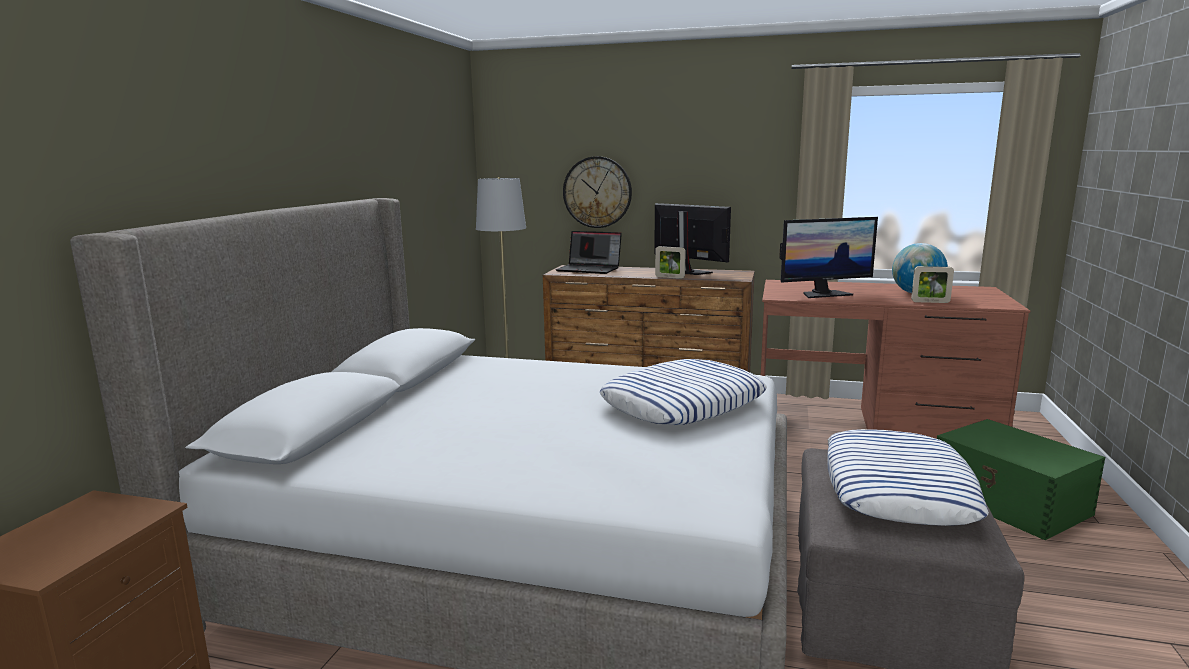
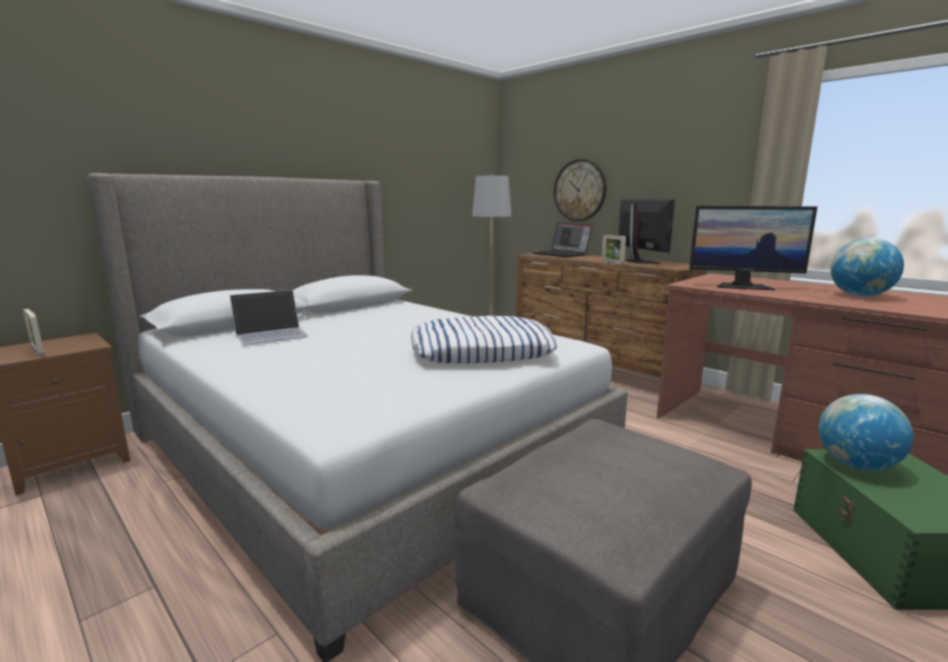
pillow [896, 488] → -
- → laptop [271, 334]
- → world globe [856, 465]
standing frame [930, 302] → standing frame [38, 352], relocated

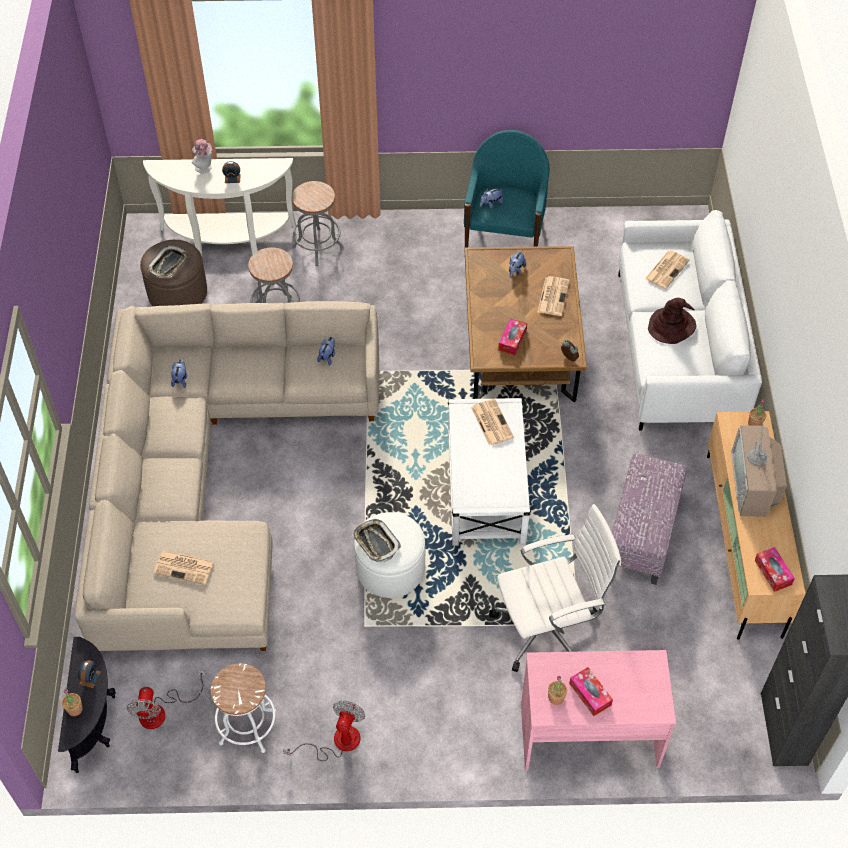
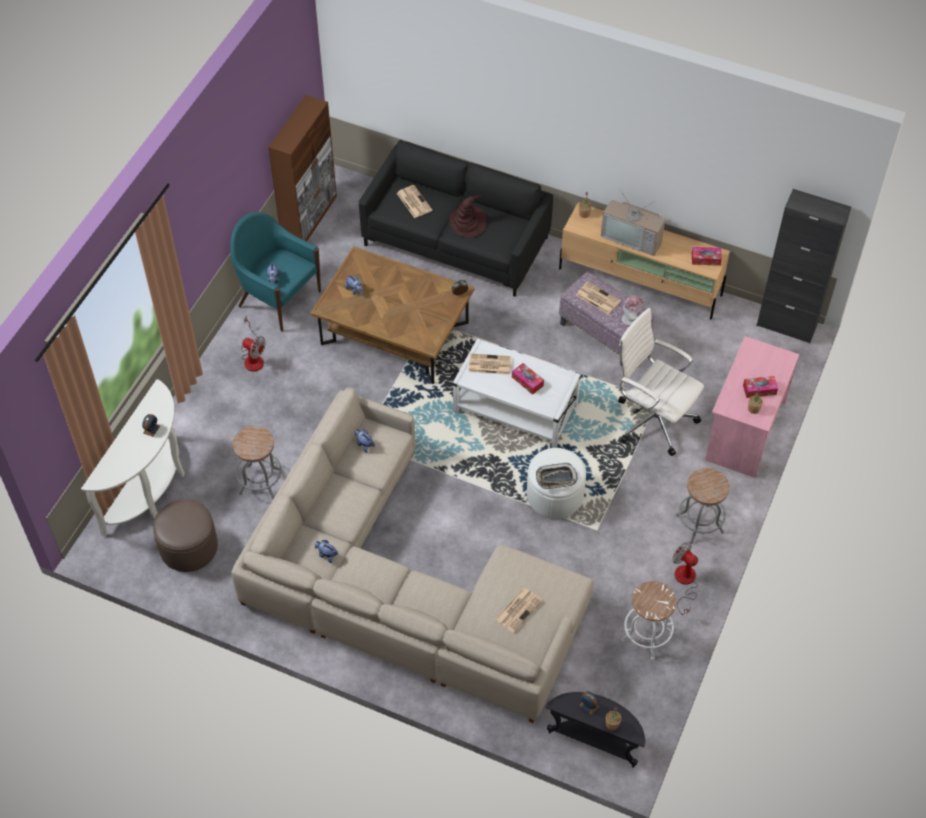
carrying tray [168, 264] → -
- → cabinet/brownish [309, 218]
fan [161, 711] → fan [253, 357], relocated
clothing hat [205, 168] → clothing hat [630, 318], relocated
stool/grey [318, 247] → stool/grey [699, 523], relocated
box of tissues [512, 340] → box of tissues [527, 381], relocated
newspaper [553, 296] → newspaper [597, 298], relocated
sofa/white [677, 349] → sofa/blackish [456, 242]
desk chair/white [548, 628] → desk chair/white [653, 419], 60 degrees counterclockwise

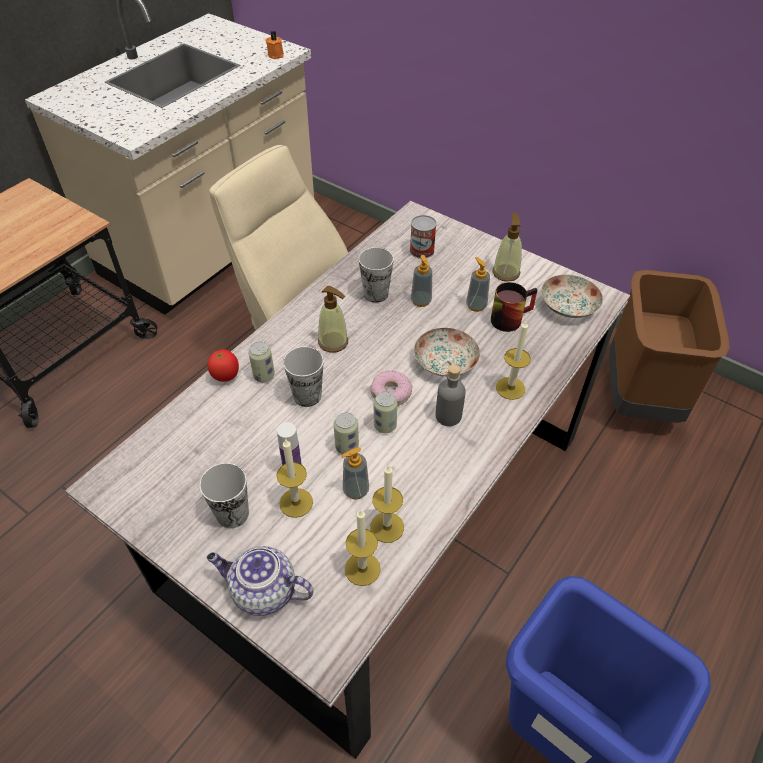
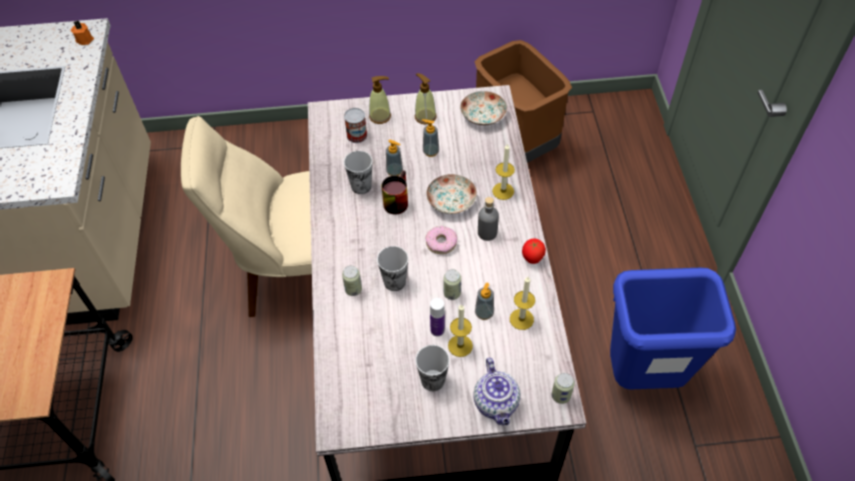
wax light [362, 569] → -
fresh tomato [226, 377] → fresh tomato [532, 259], relocated
soap dispenser [333, 342] → soap dispenser [380, 116], relocated
sealed can [385, 425] → sealed can [560, 396], relocated
mug [509, 317] → mug [395, 200], relocated
pot for tea [262, 591] → pot for tea [496, 404], 75 degrees counterclockwise

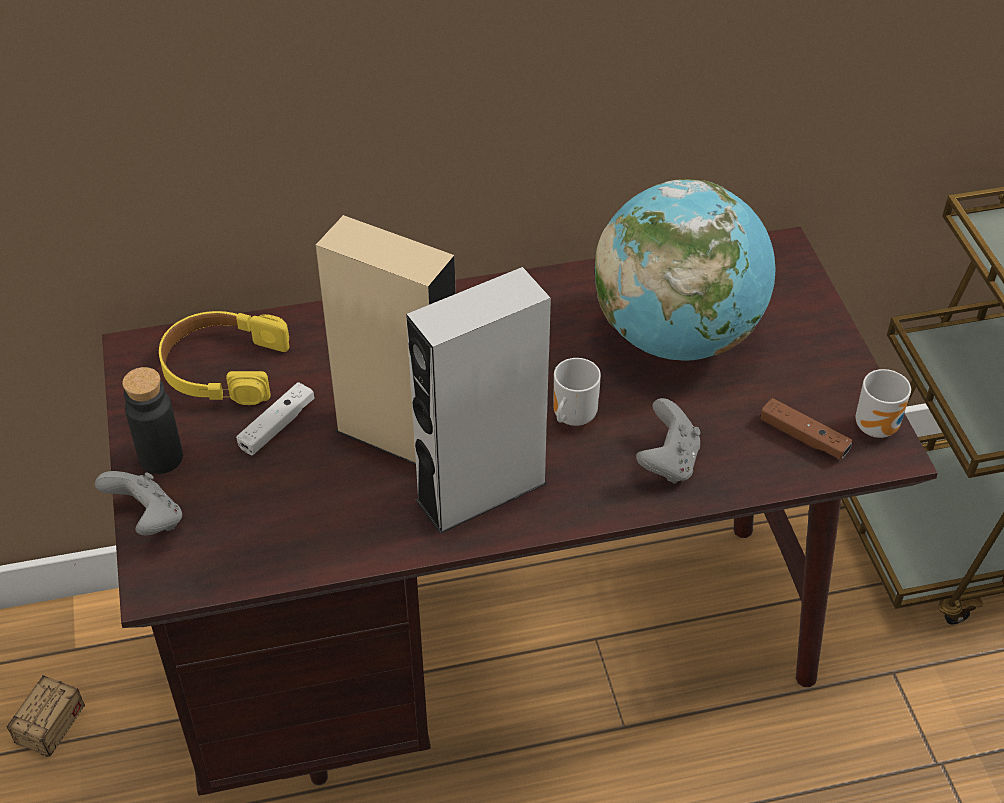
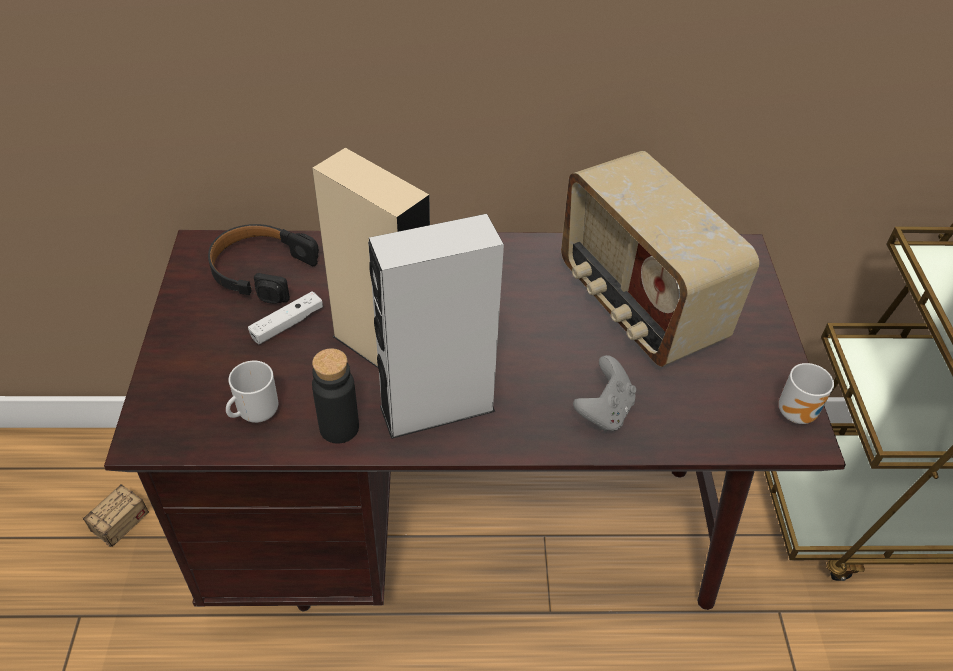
joypad/grey [147, 520] → -
joypad/brownish [803, 437] → -
bottle/blackish [161, 457] → bottle/blackish [339, 427], relocated
mug [571, 418] → mug [255, 413], relocated
world globe [677, 335] → radio [637, 306]
headphones/yellow-coloured [223, 368] → headphones/blackish [261, 270]

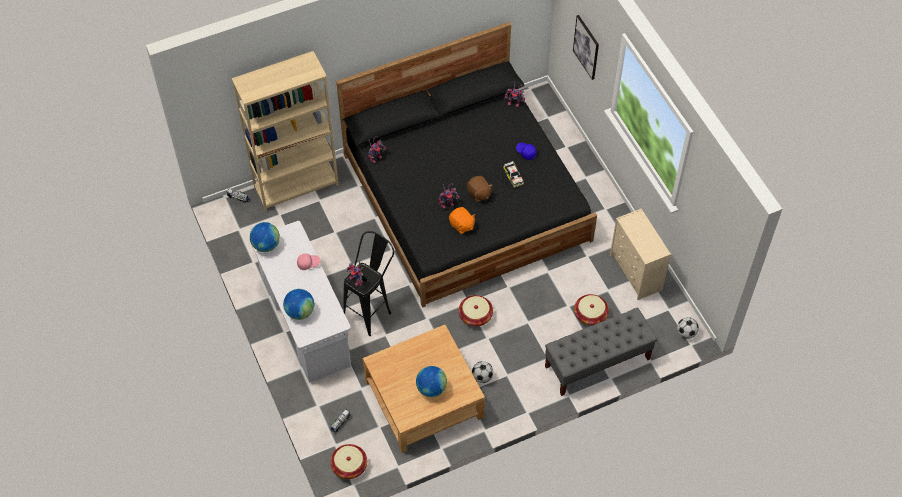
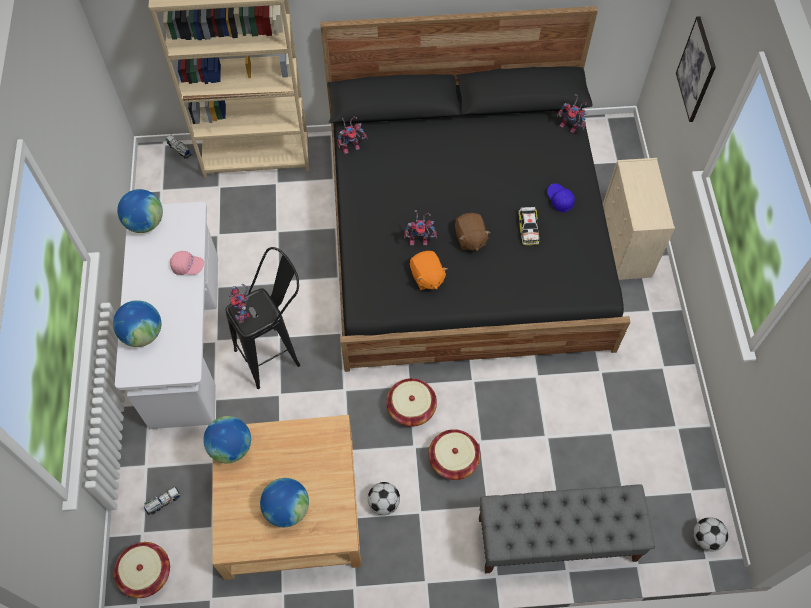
- → world globe [231, 447]
household basket [590, 315] → household basket [453, 459], relocated
chest of drawers/sand-coloured [636, 273] → chest of drawers/sand-coloured [625, 245], relocated

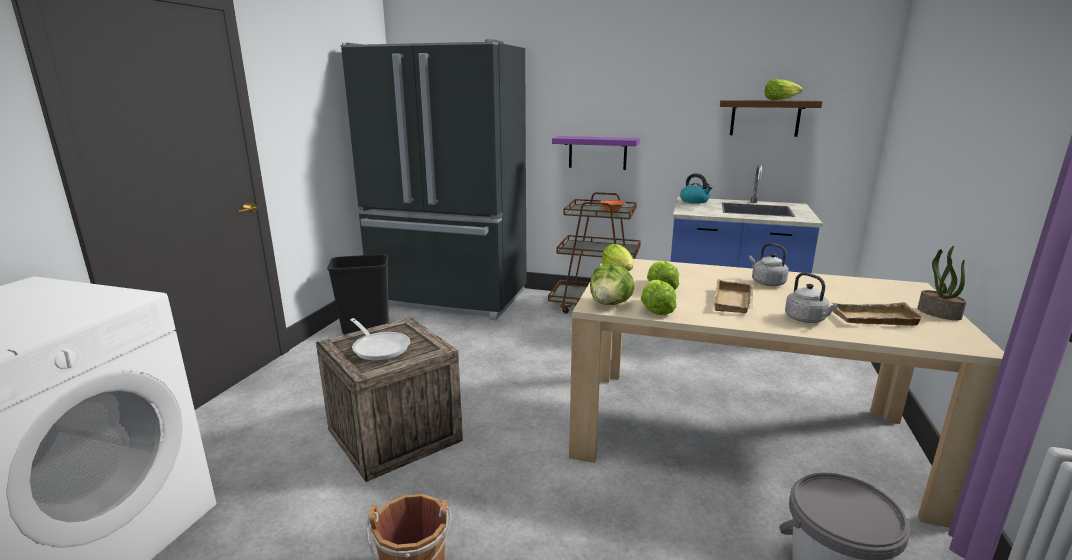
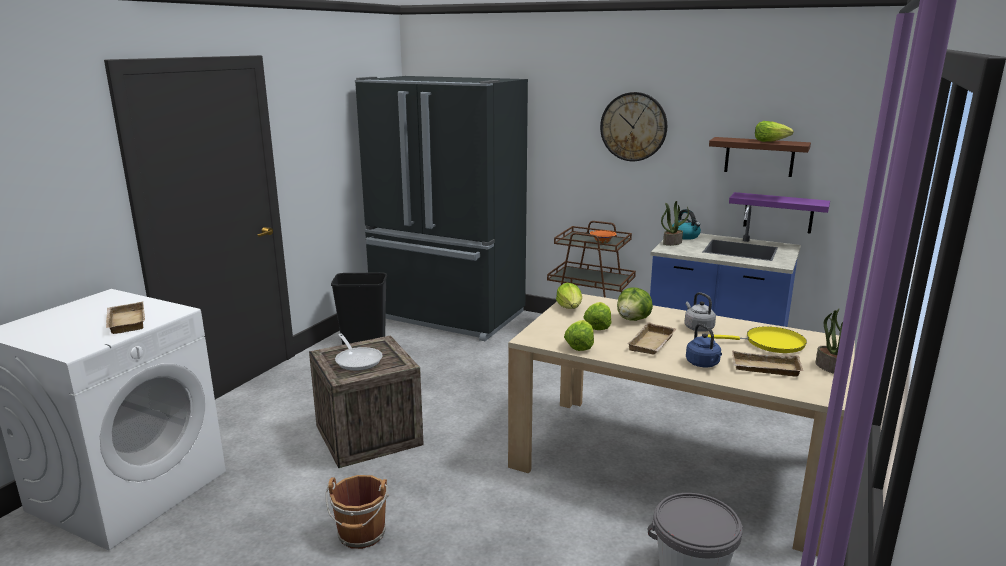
- → carrying tray/sand-coloured [124, 322]
- → clock on the wall [633, 126]
- → houseplant [672, 243]
- → skillet/yellow-coloured [770, 343]
wall shelf/purple-coloured [597, 152] → wall shelf/purple-coloured [778, 213], relocated
lettuce head [610, 304] → lettuce head [633, 319], relocated
tea kettle/grey [807, 320] → tea kettle/bluish [703, 364]

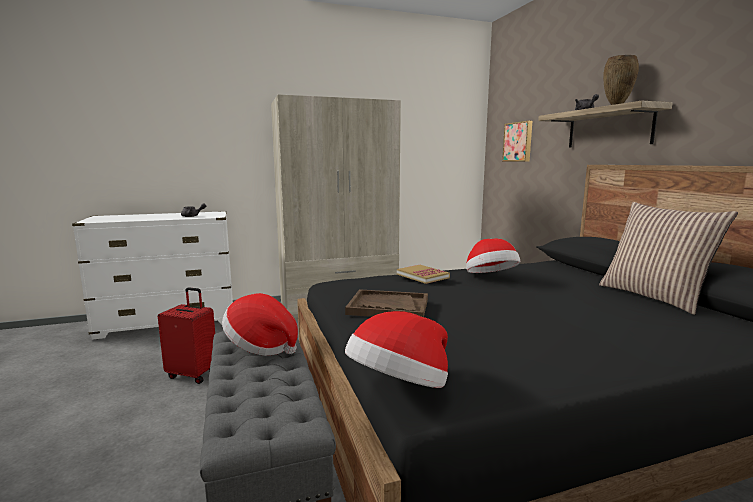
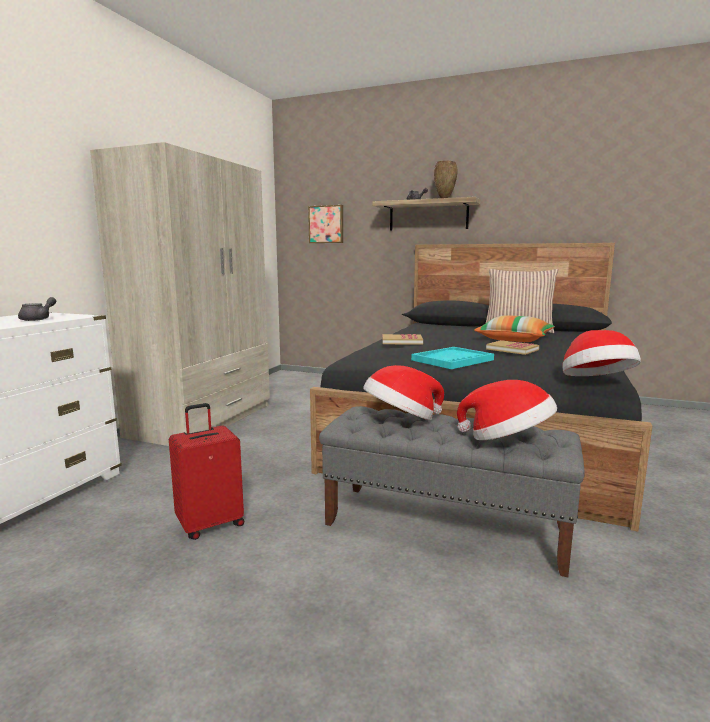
- → pillow [514, 340]
- → bound book [512, 349]
clothing hat [490, 278] → clothing hat [507, 440], relocated
carrying tray/brownish [388, 307] → carrying tray/turquoise-coloured [452, 360]

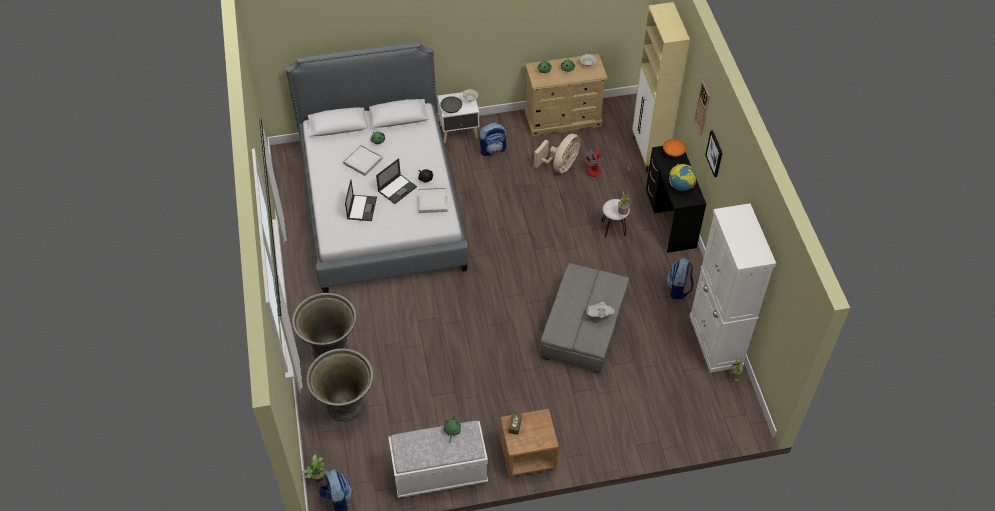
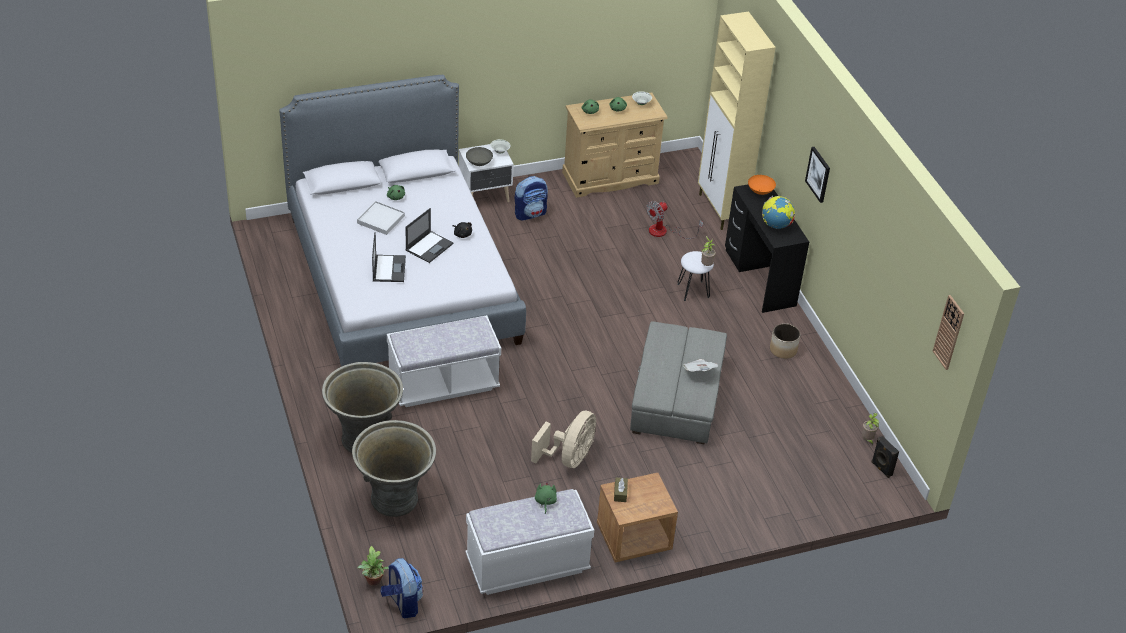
carrying tray/white [433, 201] → -
cabinet/white [715, 341] → -
- → long seat/white [443, 384]
- → audio speaker/blackish [881, 469]
fan/sand-coloured [560, 166] → fan/sand-coloured [569, 458], relocated
clock on the wall [702, 108] → clock on the wall [949, 332], relocated
knapsack [678, 289] → planter [783, 350]

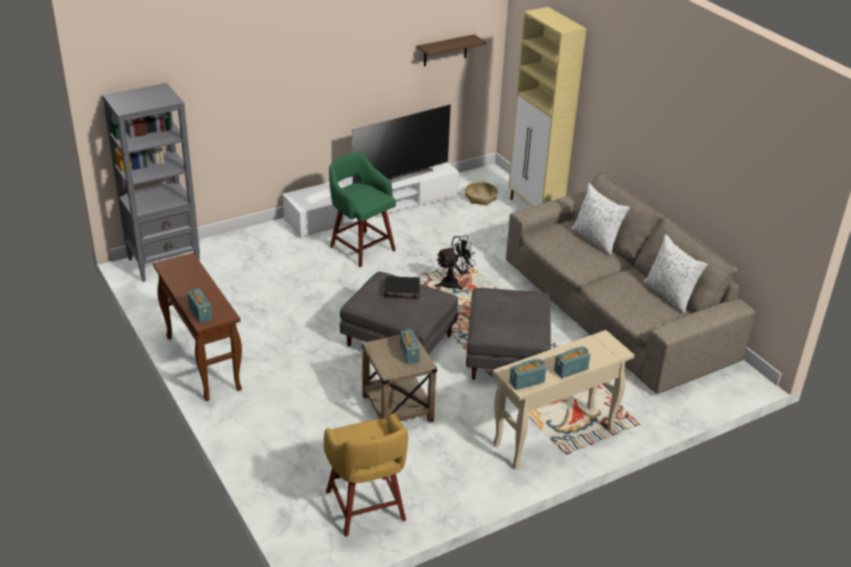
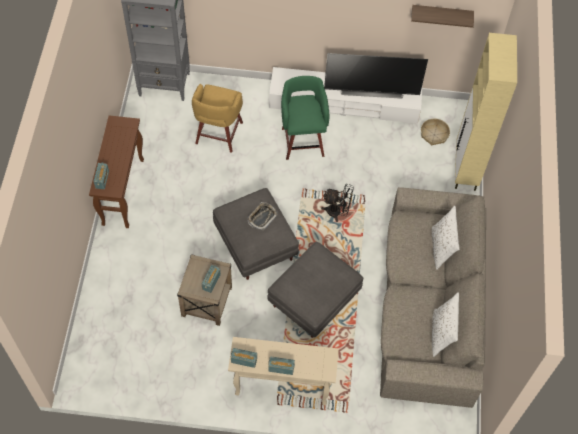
stool/yellow-coloured [366, 508] → stool/yellow-coloured [218, 134], relocated
bound book/blackish [402, 289] → carrying tray [262, 217]

